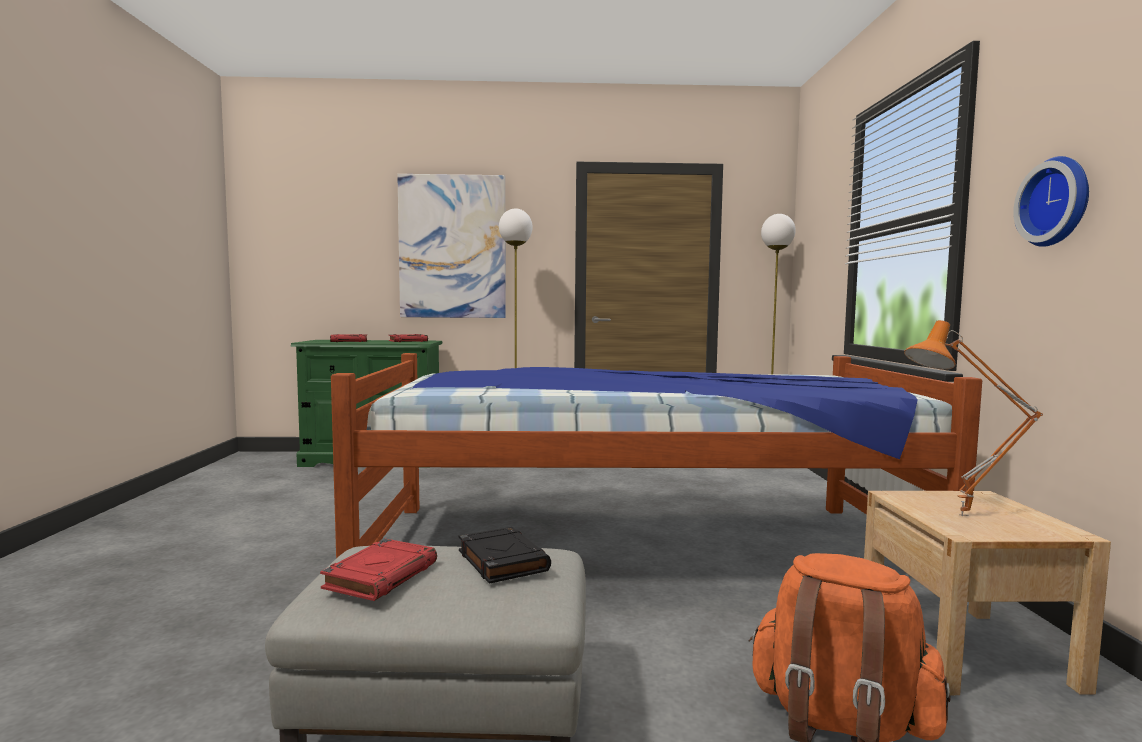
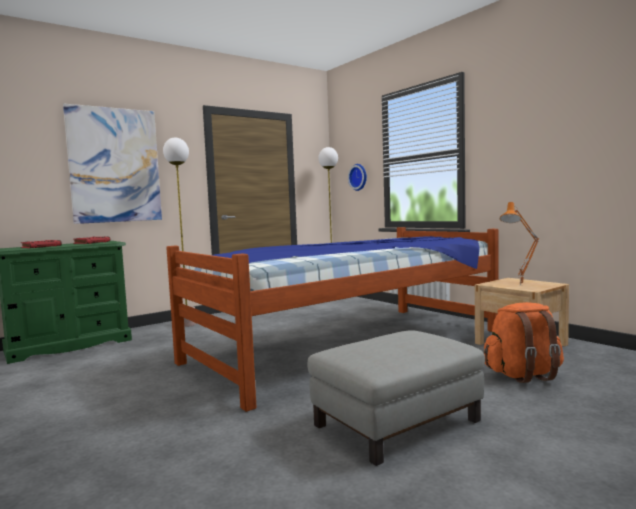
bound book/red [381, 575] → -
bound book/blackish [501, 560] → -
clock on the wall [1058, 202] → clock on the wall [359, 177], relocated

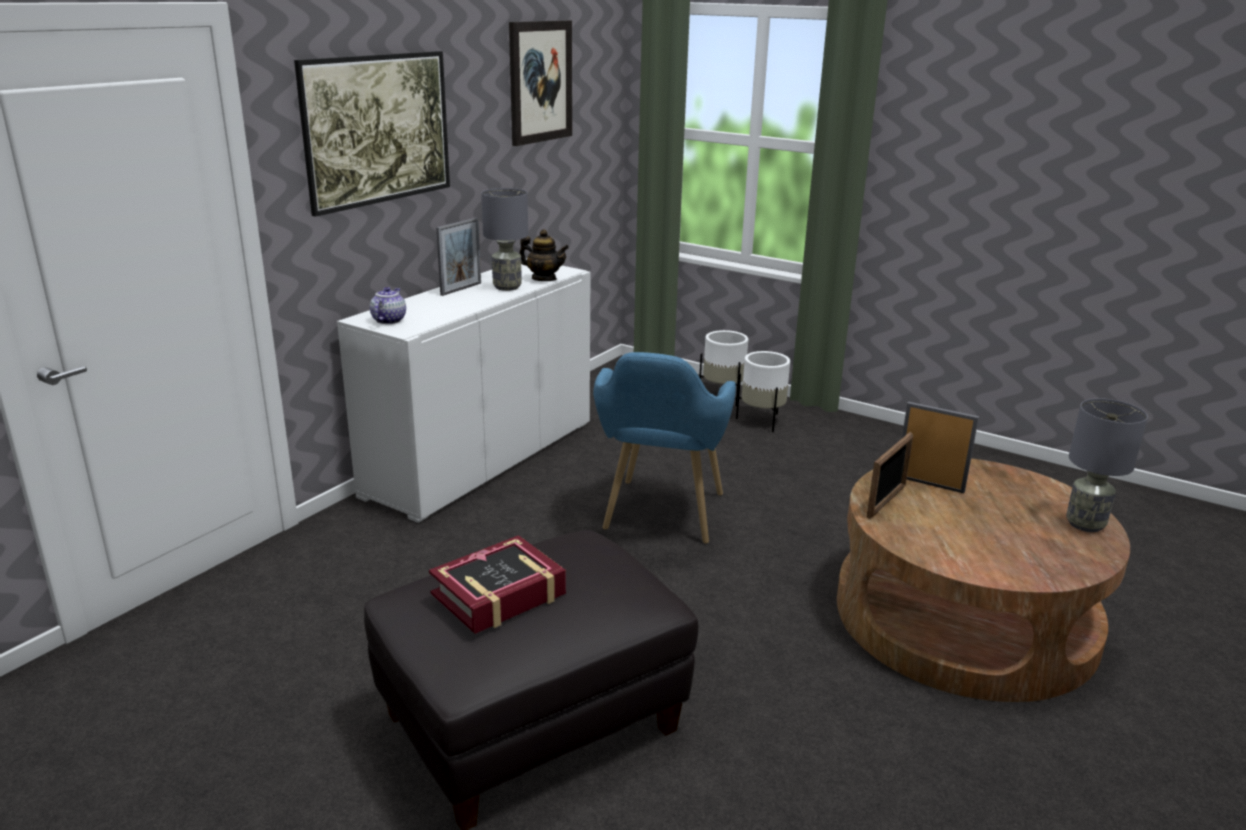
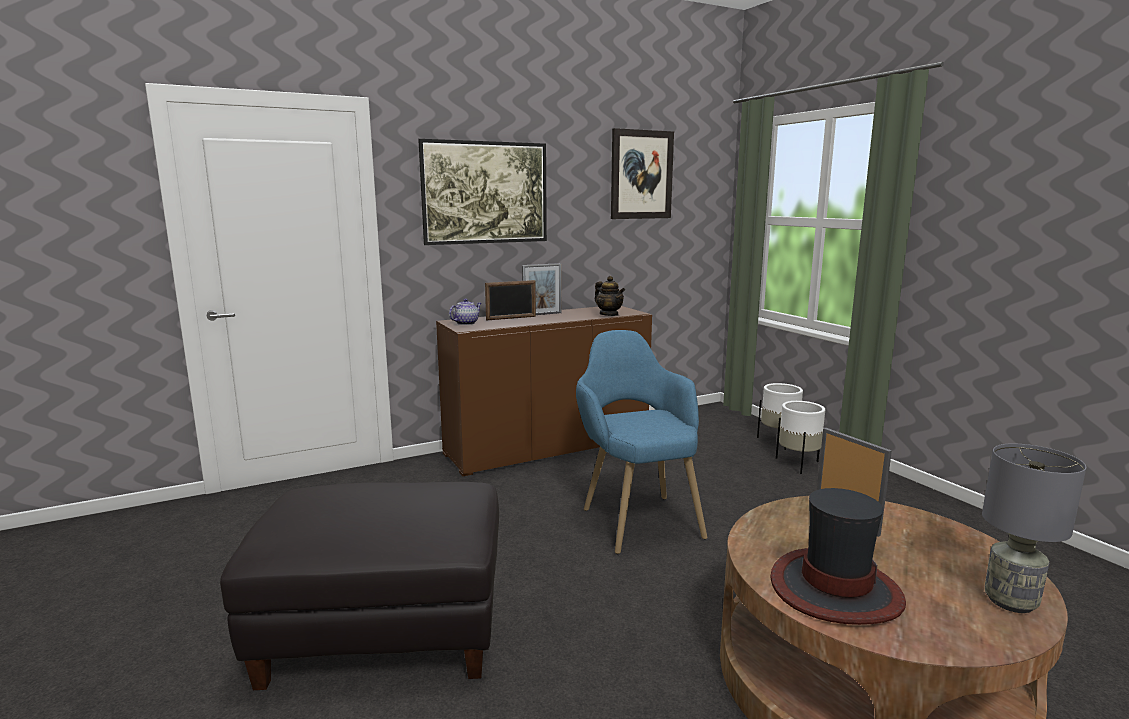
bound book [499, 595] → -
lamp for a table/grey [507, 287] → -
- → clothing hat [834, 589]
standing frame [886, 501] → standing frame [511, 318], relocated
cabinet/white [482, 458] → cabinet/brownish [547, 447]
lounge chair/bluish [660, 521] → lounge chair/bluish [635, 516], 120 degrees clockwise

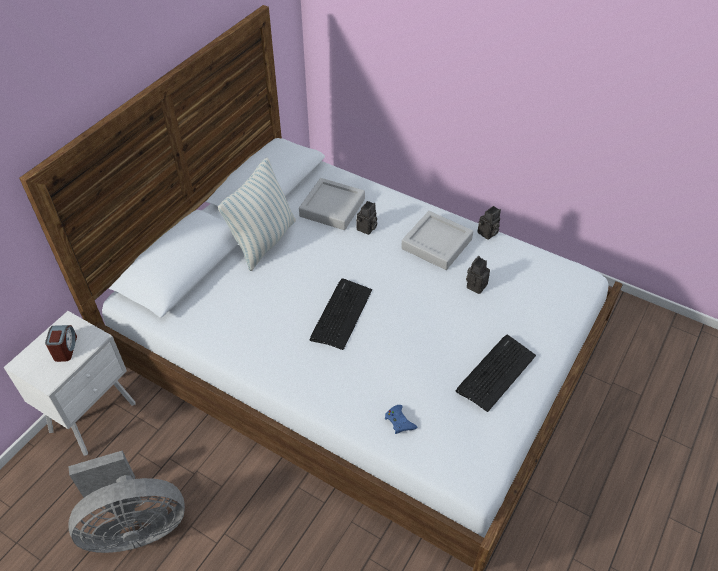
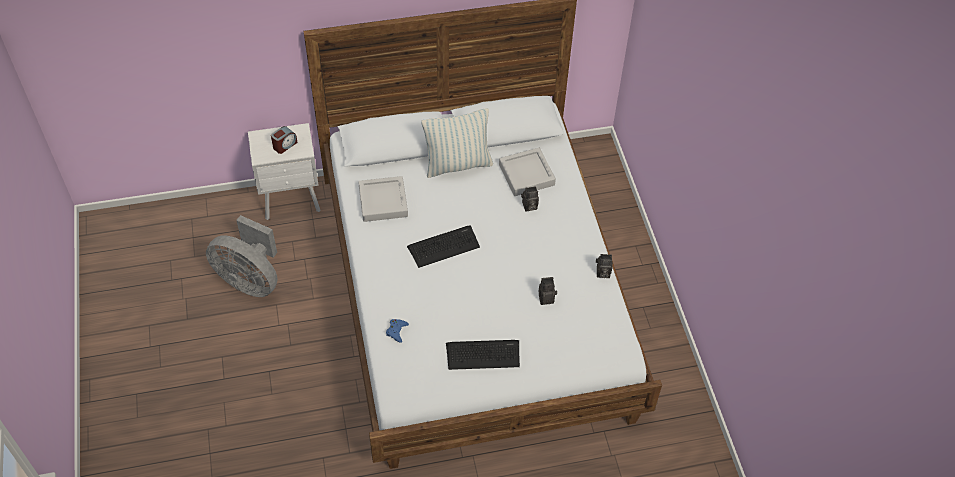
carrying tray/grey [436, 244] → carrying tray/grey [383, 202], relocated

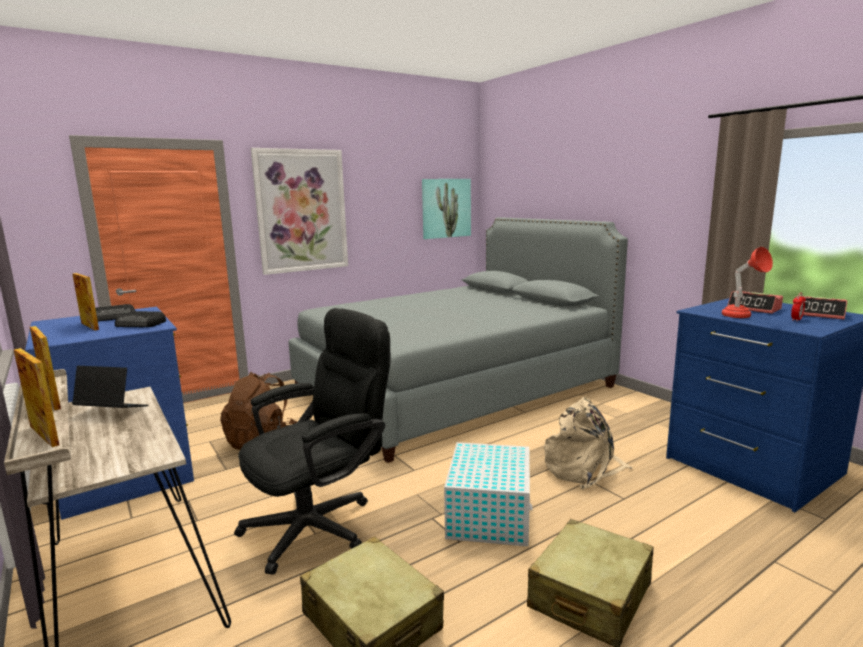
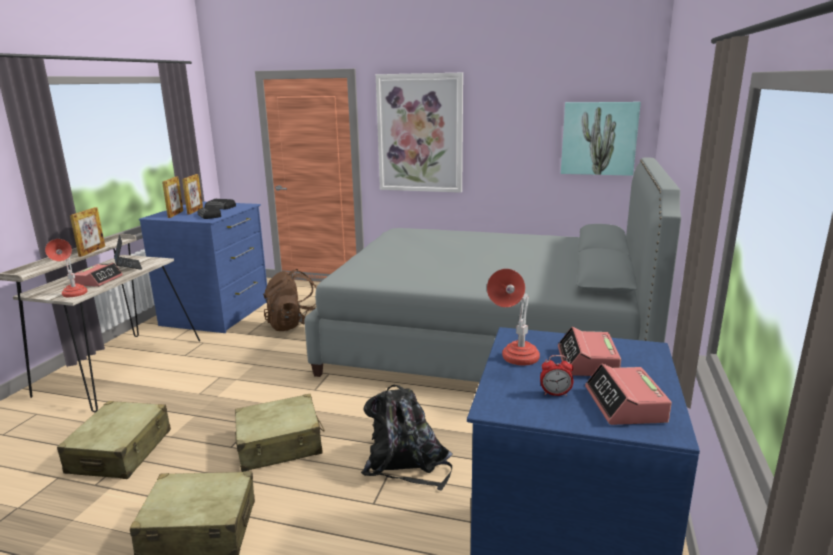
desk chair/blackish [320, 523] → -
- → lamp for a table/red [73, 296]
- → table clock [99, 280]
standing frame [44, 435] → standing frame [175, 214], relocated
storage bin/white [489, 514] → suitcase/sand-coloured [280, 445]
knapsack/sand-coloured [584, 469] → knapsack/blackish [406, 464]

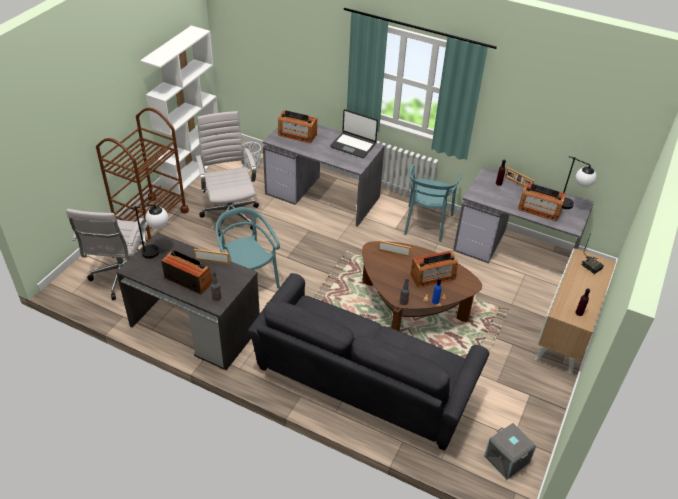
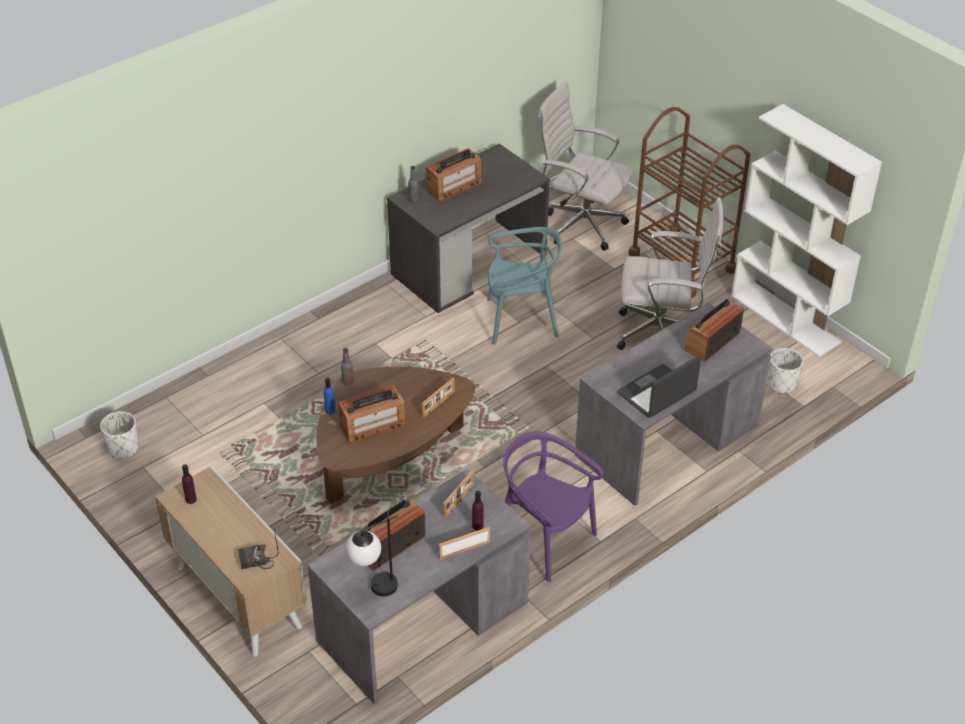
lamp for a table [157, 251] → -
sofa/grey [361, 385] → -
standing frame [212, 261] → standing frame [459, 501], relocated
storage bin/grey [507, 459] → planter/white [123, 448]
plain chair/turquoise-coloured [426, 223] → plain chair/purple-coloured [544, 540]
radio [433, 276] → radio [373, 425], 120 degrees counterclockwise

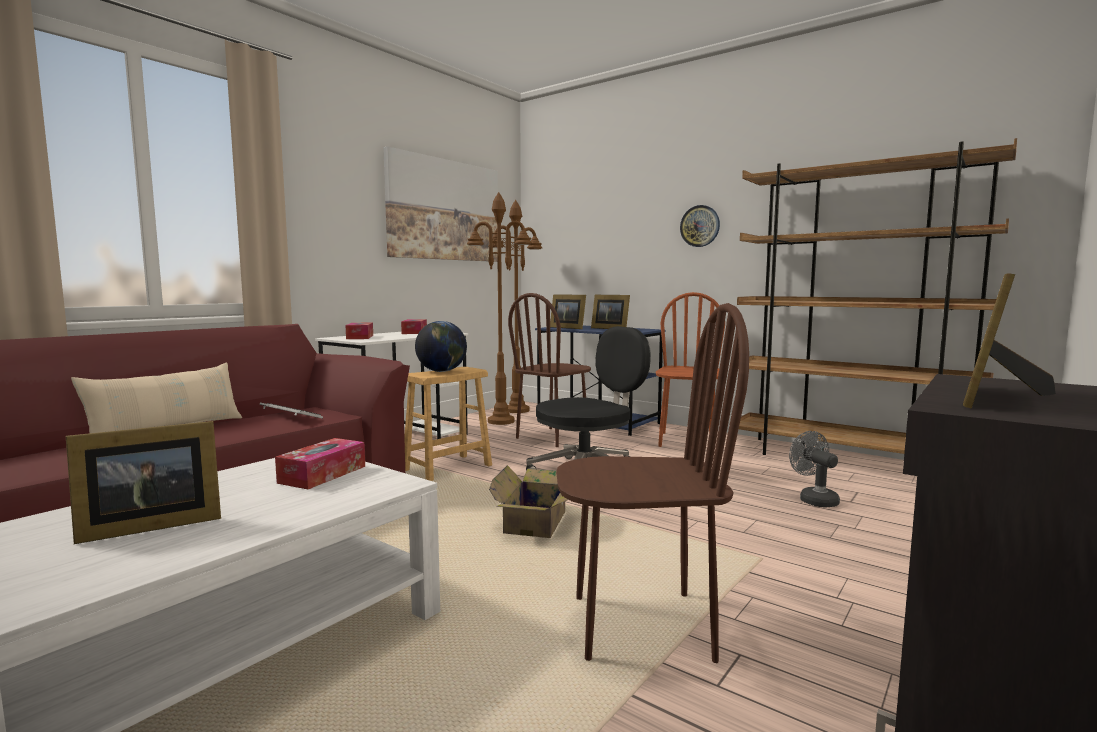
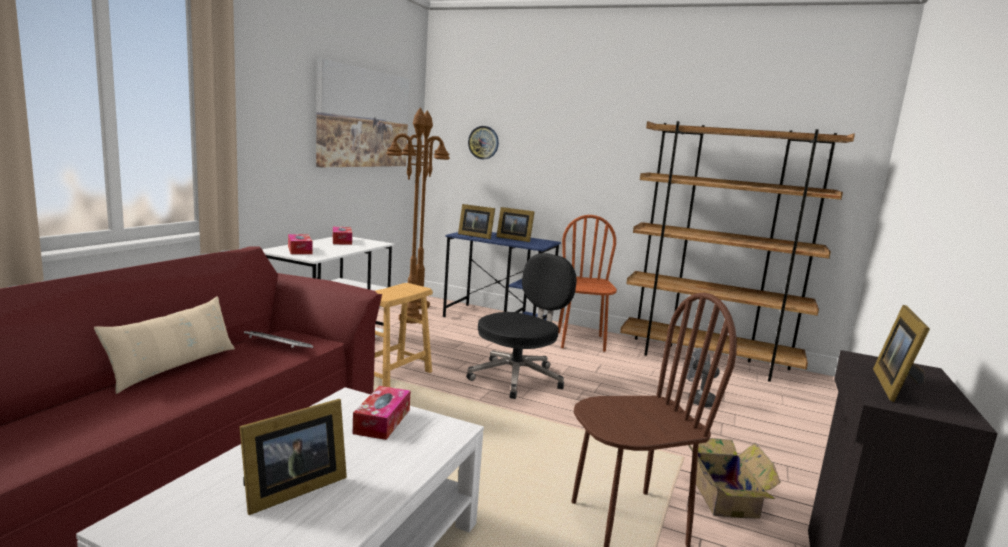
world globe [442, 371] → -
plain chair/brownish [553, 437] → -
packing box [537, 522] → packing box [723, 495], relocated
clock on the wall [700, 226] → clock on the wall [483, 142], relocated

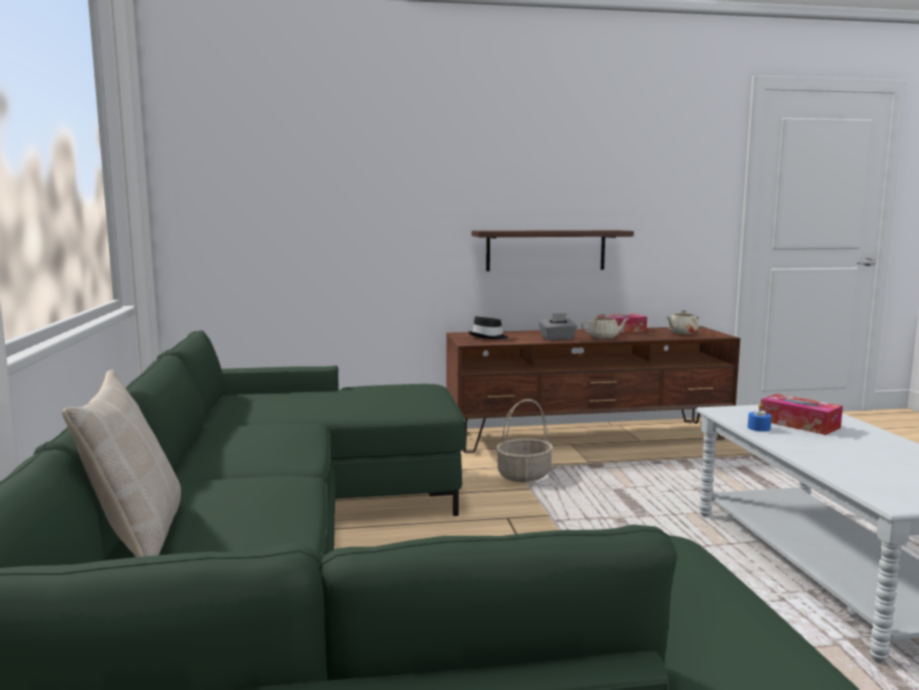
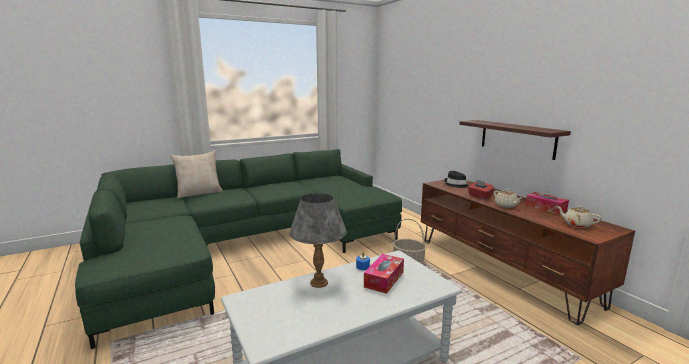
- → lamp for a table/grey [318, 283]
box of tissues/grey [557, 338] → box of tissues/red [479, 196]

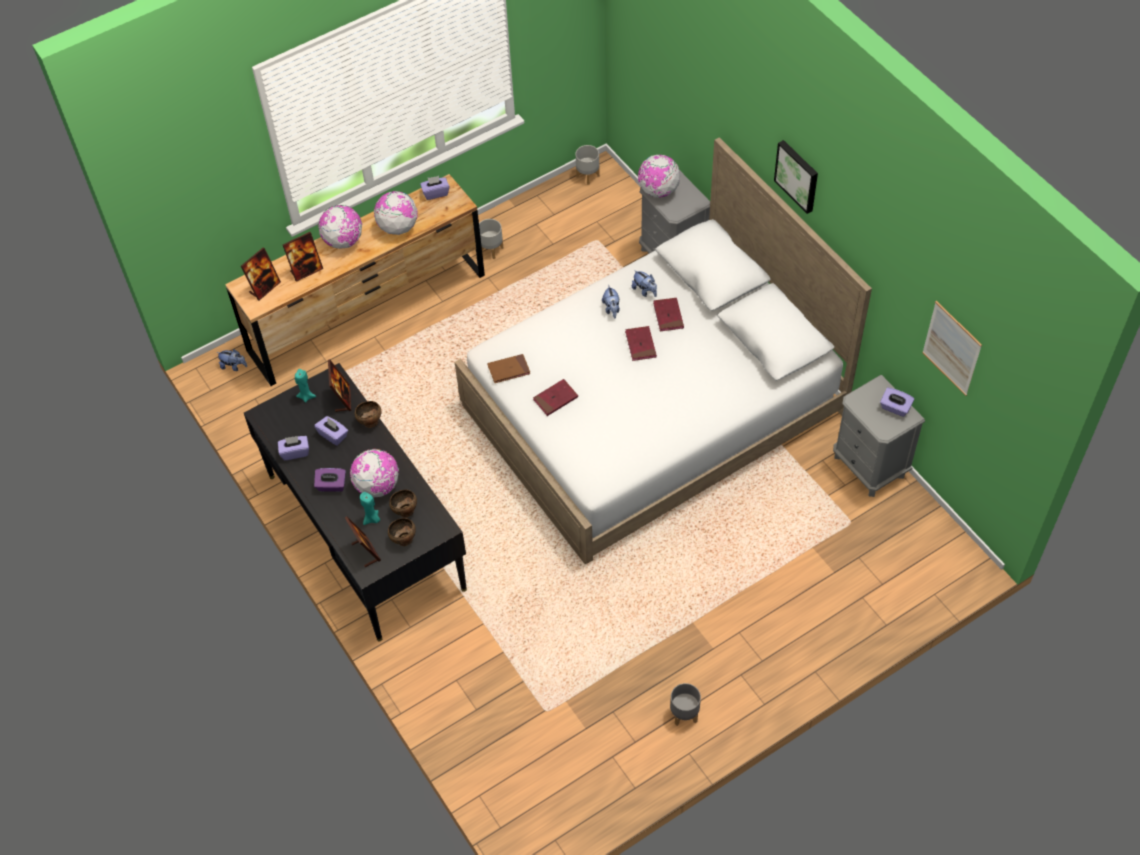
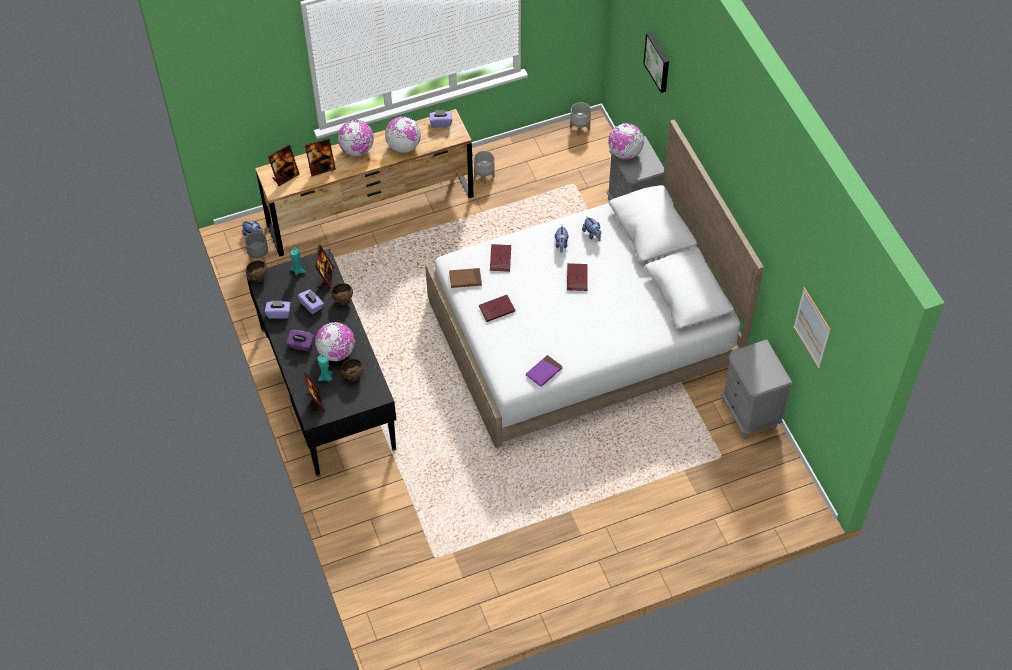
box of tissues/purple-coloured [895, 408] → -
- → bound book/purple-coloured [544, 372]
serving bowl/brownish [403, 540] → serving bowl/brownish [258, 278], relocated
bound book/red [668, 316] → bound book/red [500, 259], relocated
planter/grey [684, 713] → planter/grey [259, 257], relocated
wall picture [798, 175] → wall picture [658, 61], relocated

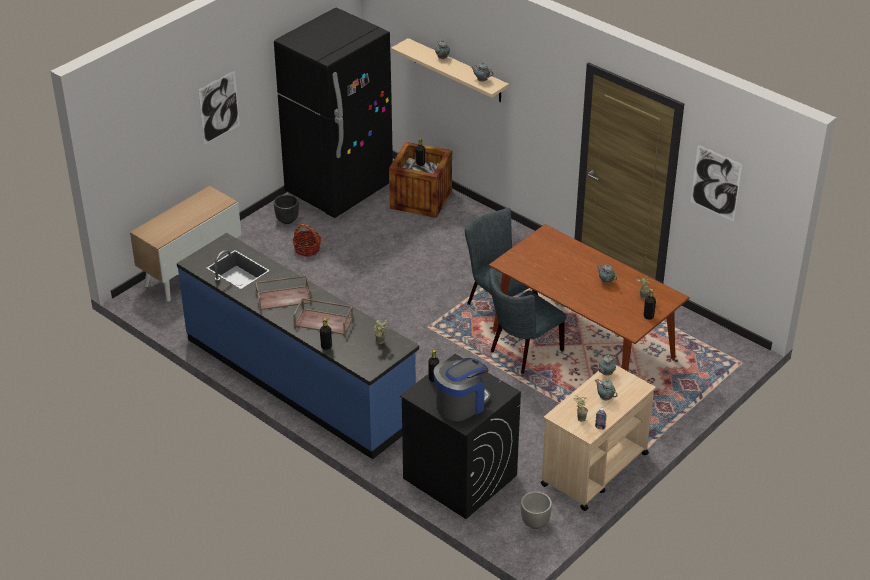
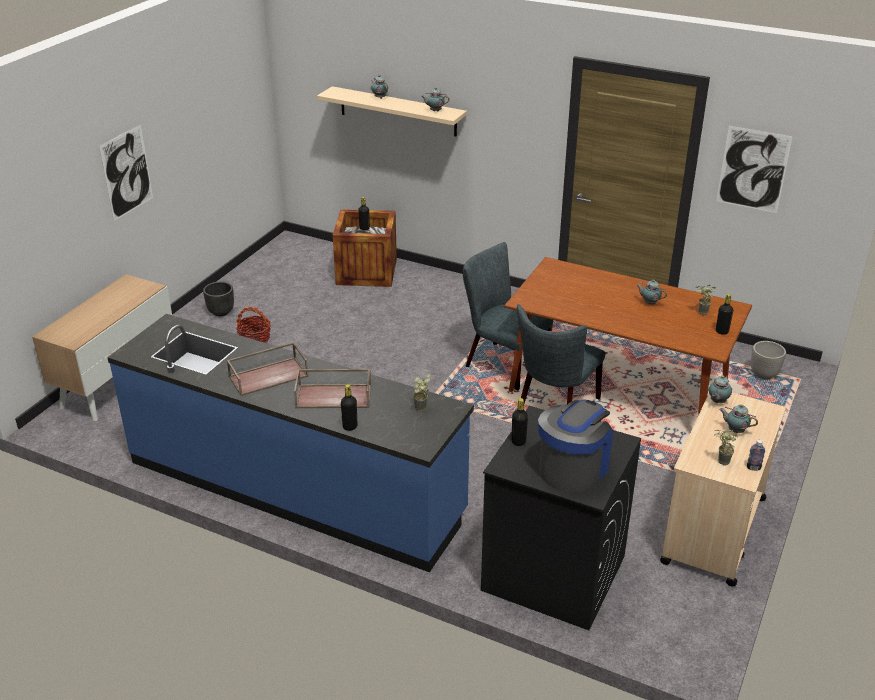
refrigerator/blackish [339, 189] → -
planter [535, 523] → planter [764, 375], relocated

